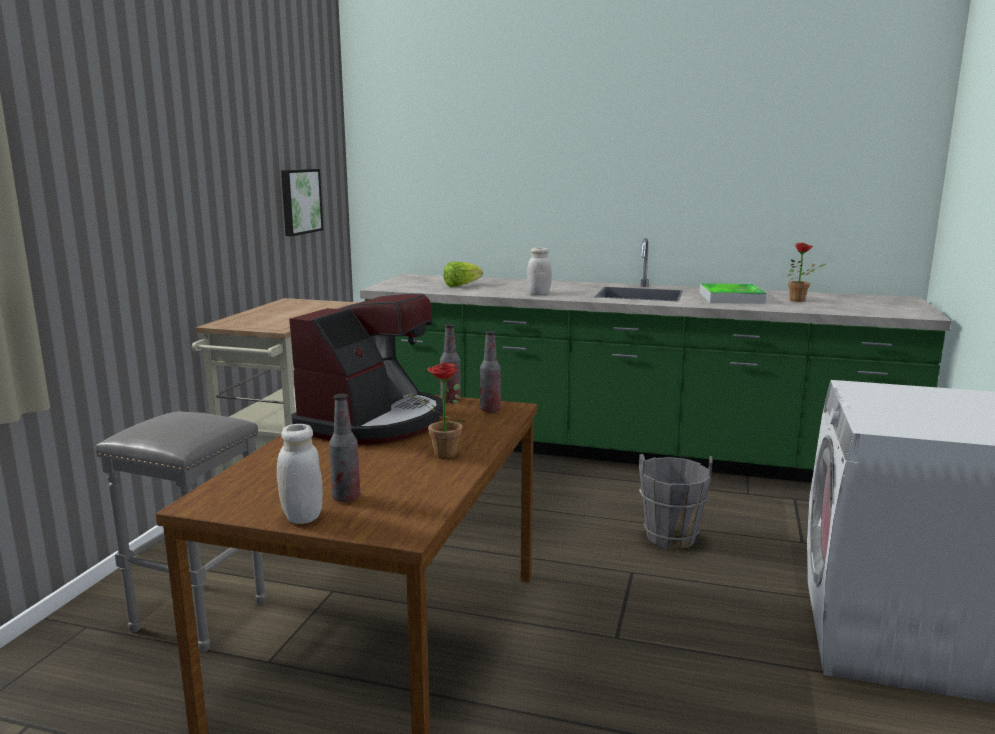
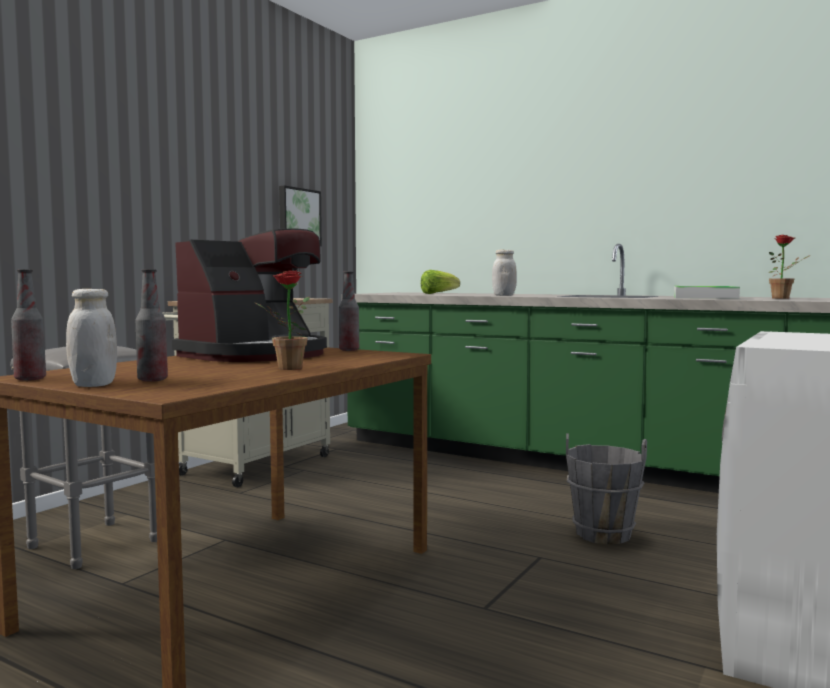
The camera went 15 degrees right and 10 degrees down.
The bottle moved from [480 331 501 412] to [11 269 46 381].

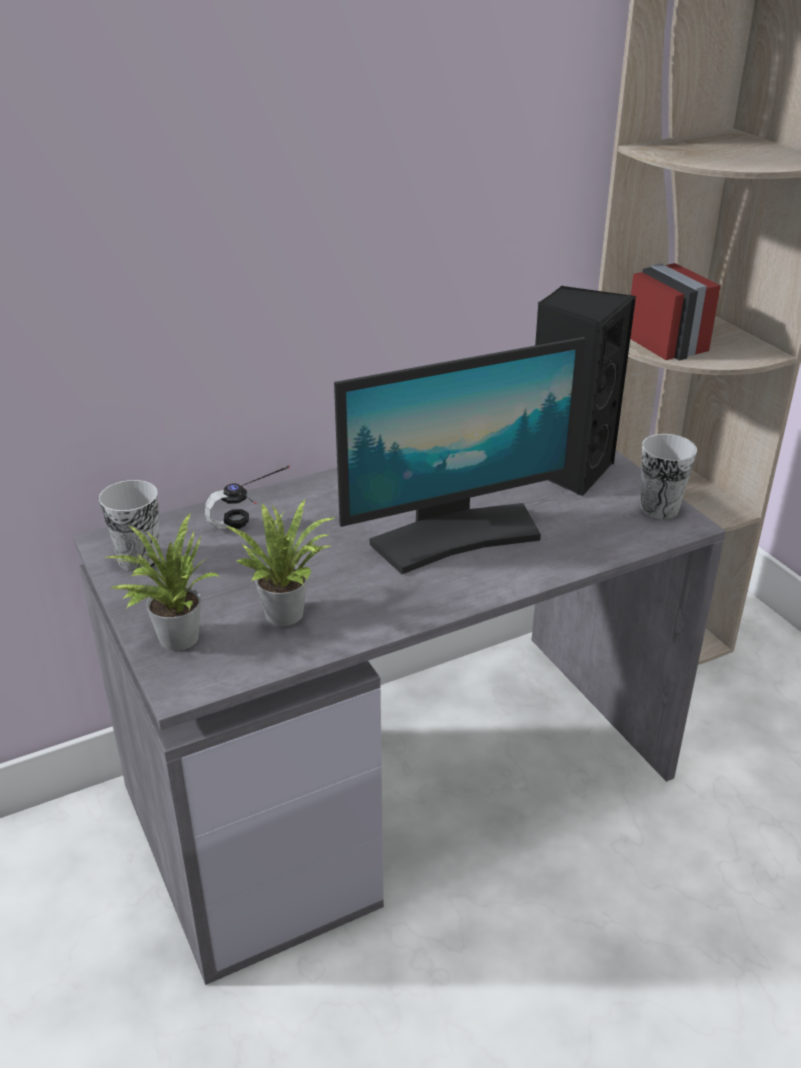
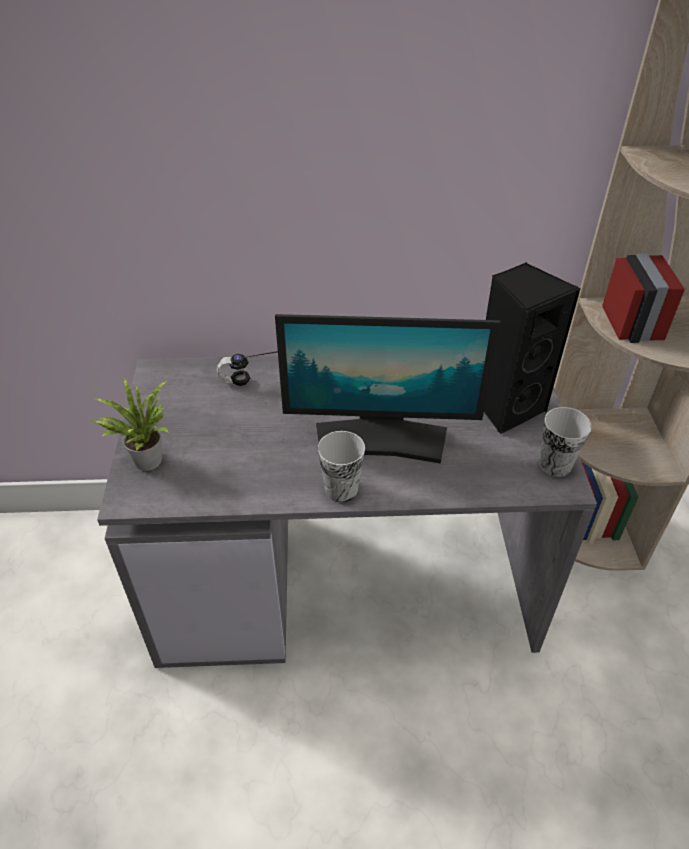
The camera went 25 degrees right and 10 degrees up.
The cup moved from [99 480 160 571] to [318 431 365 502].
The potted plant at [225 498 337 626] disappeared.

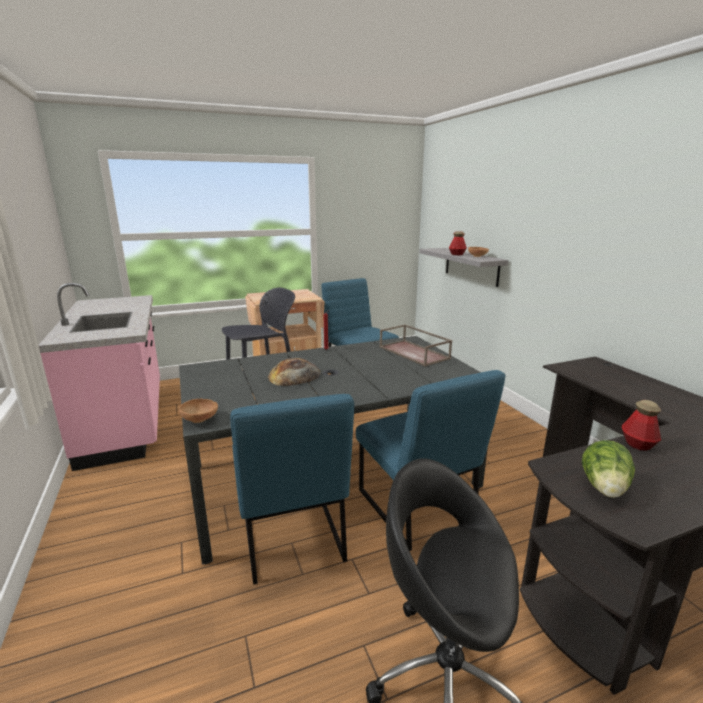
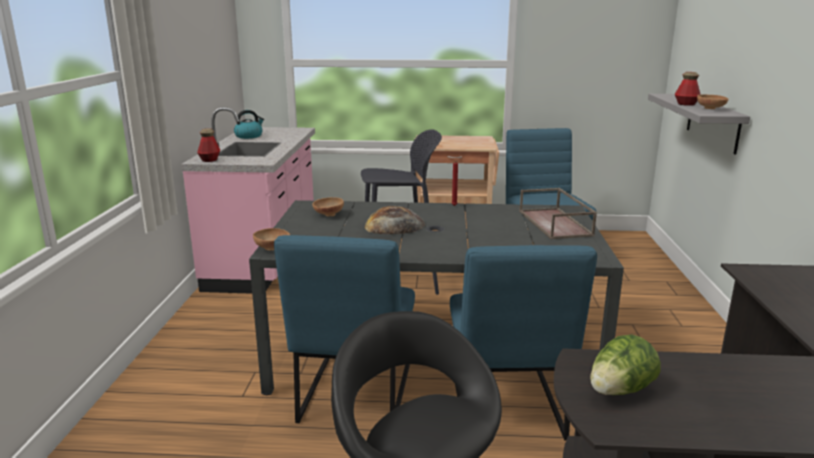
The camera went 25 degrees right and 0 degrees up.
The bottle moved from [622 400 661 451] to [197 128 220 162].
The kettle at [234 110 264 139] appeared.
The bowl in brown at [312 197 344 216] appeared.

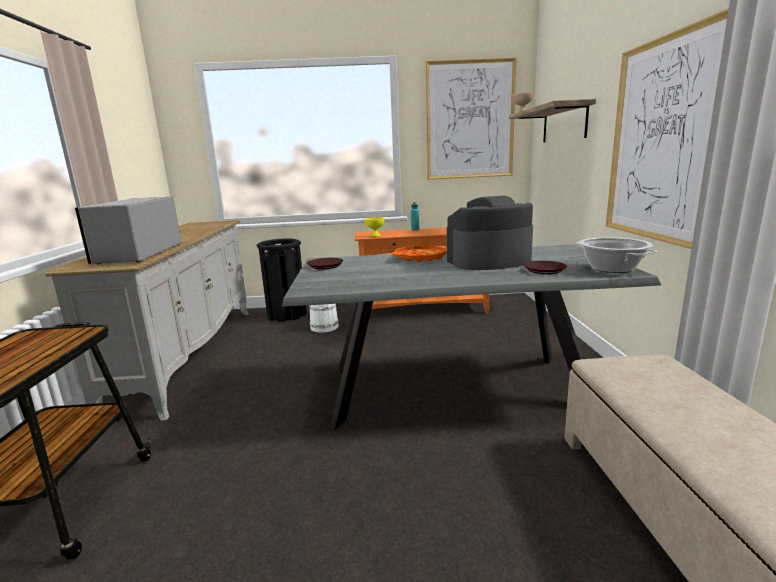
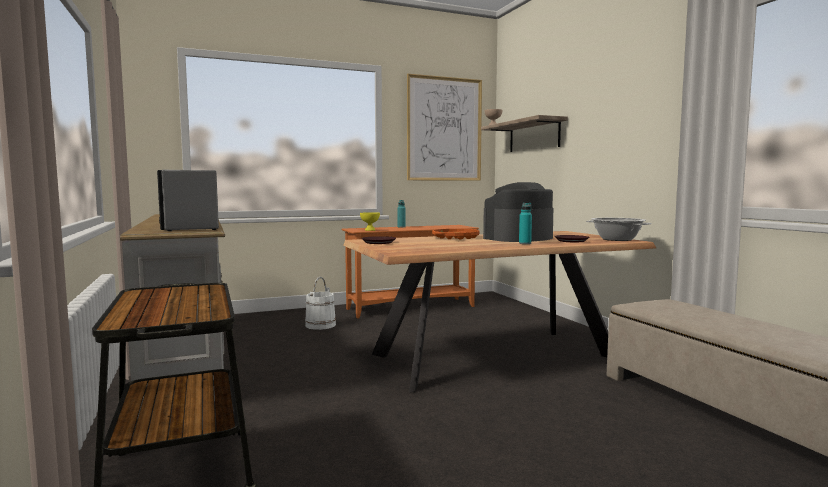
The camera went 20 degrees left and 10 degrees down.
The trash can in black at [257 238 307 322] disappeared.
The dining table in grey at [282 244 661 430] became the dining table in brown at [343 231 656 393].
The picture at [606 8 729 249] disappeared.
The bottle in turquoise at [519 203 532 244] appeared.

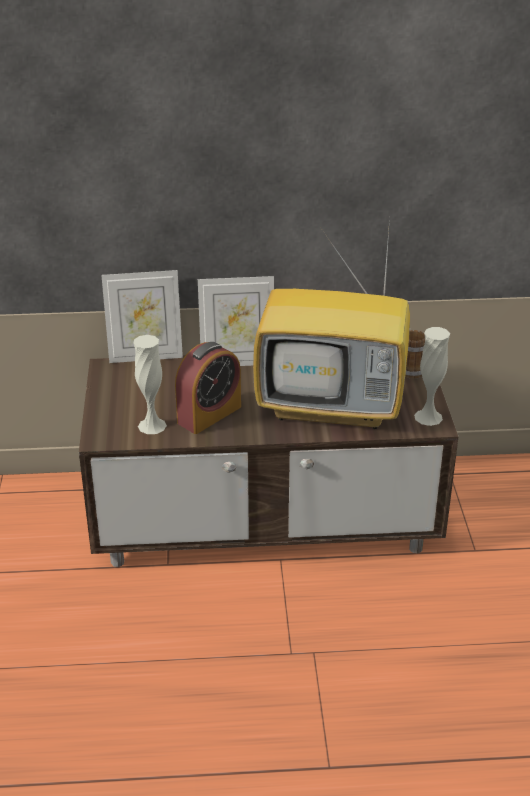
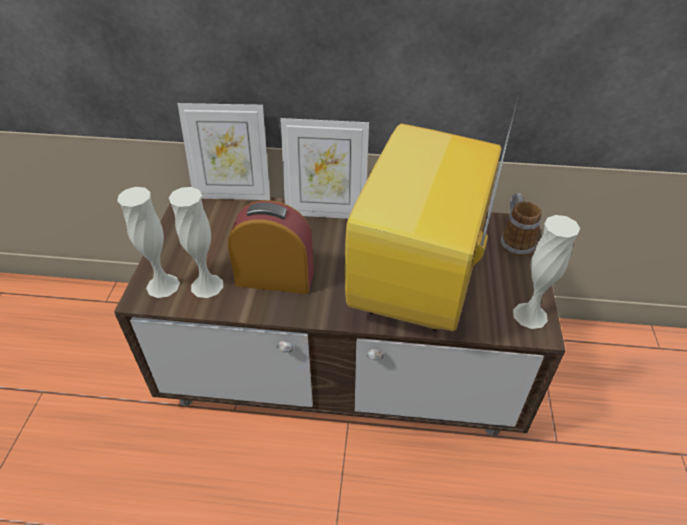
The camera went 10 degrees right and 10 degrees up.
The alarm clock at [175 342 241 434] turned 135 degrees counterclockwise.
The television at [253 218 410 429] turned 90 degrees clockwise.
The vase in white at [117 187 180 298] appeared.

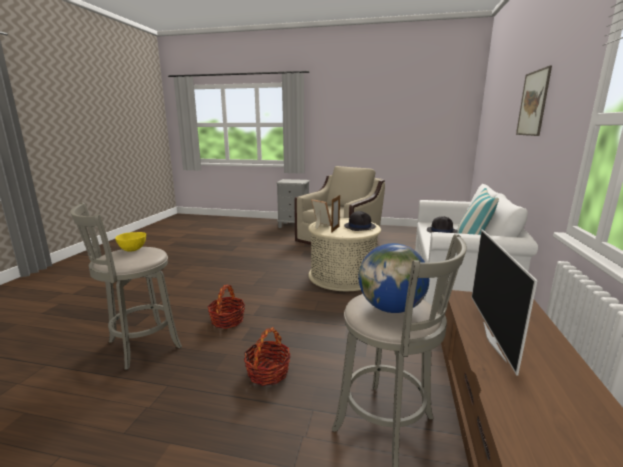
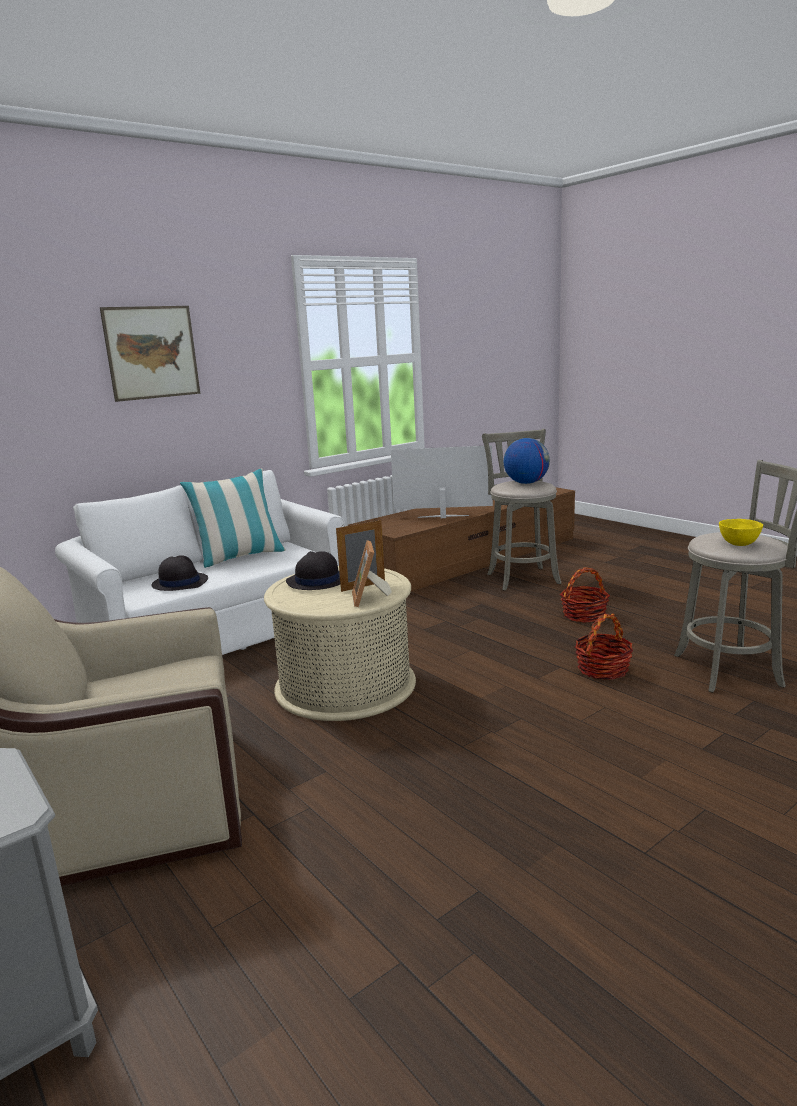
The camera went 140 degrees left and 0 degrees up.
The television at [471 229 537 376] turned 135 degrees counterclockwise.

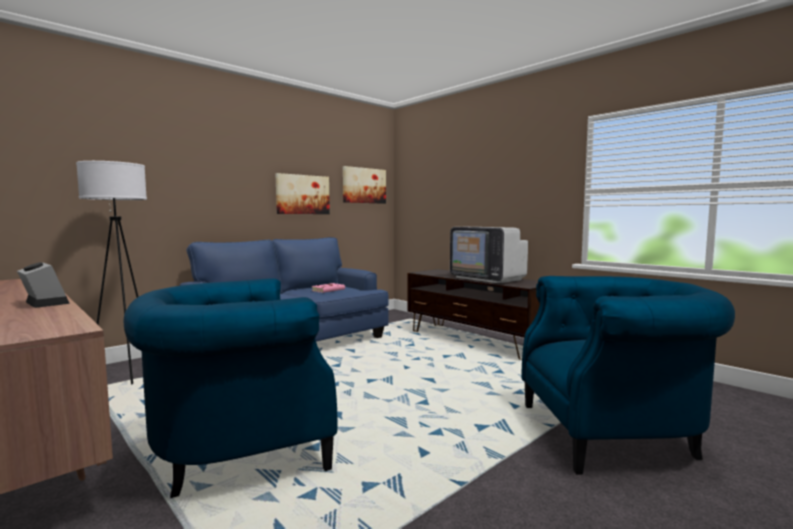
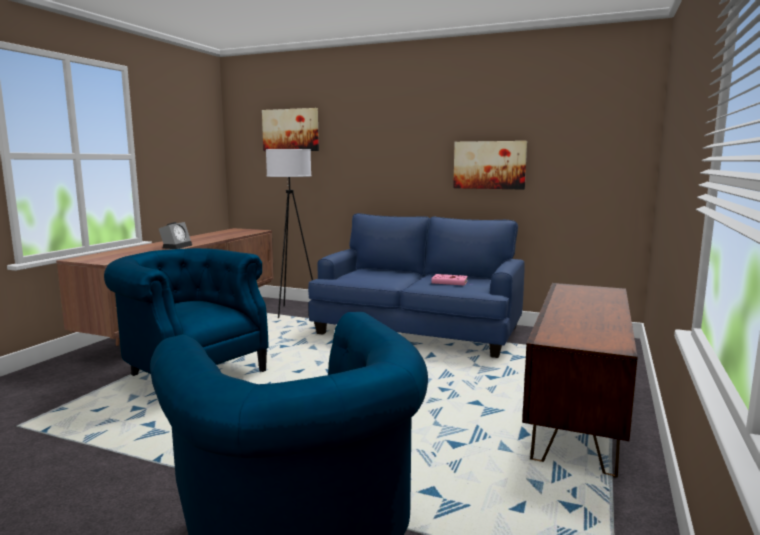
The camera went 65 degrees right and 5 degrees up.
The picture moved from [343 166 386 204] to [262 108 319 151].
The television at [450 227 528 283] disappeared.

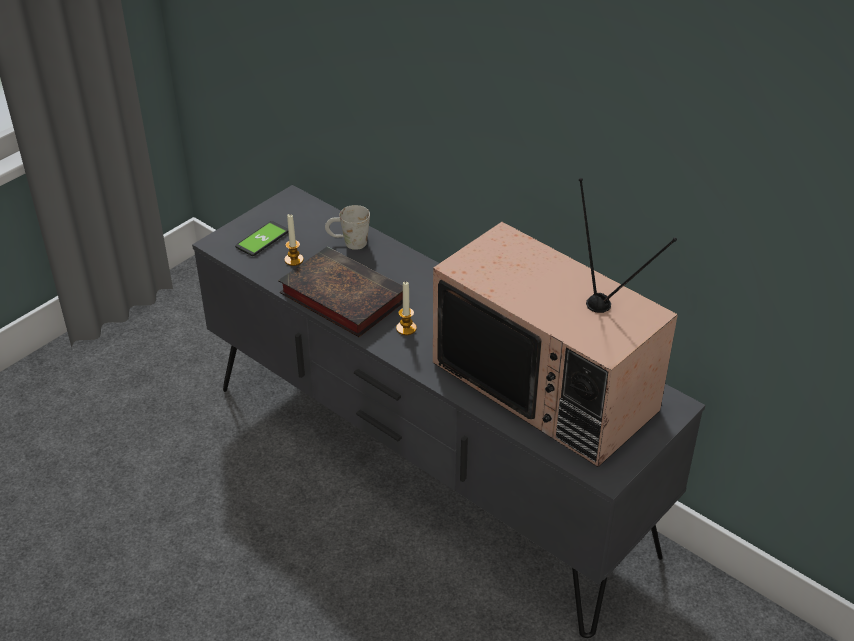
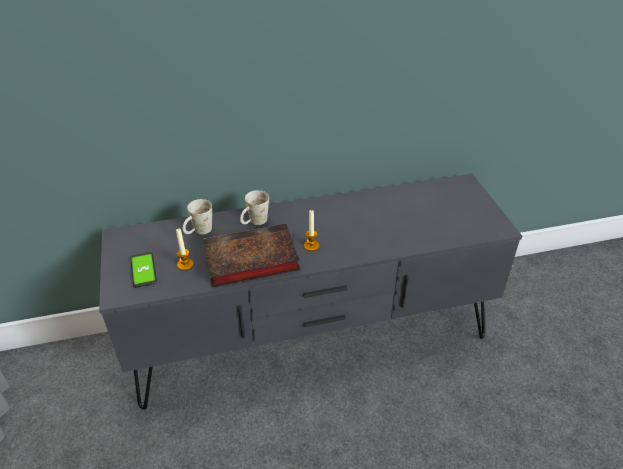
The camera went 55 degrees left and 0 degrees up.
The television at [433 178 678 467] disappeared.
The mug in white at [240 190 269 225] appeared.

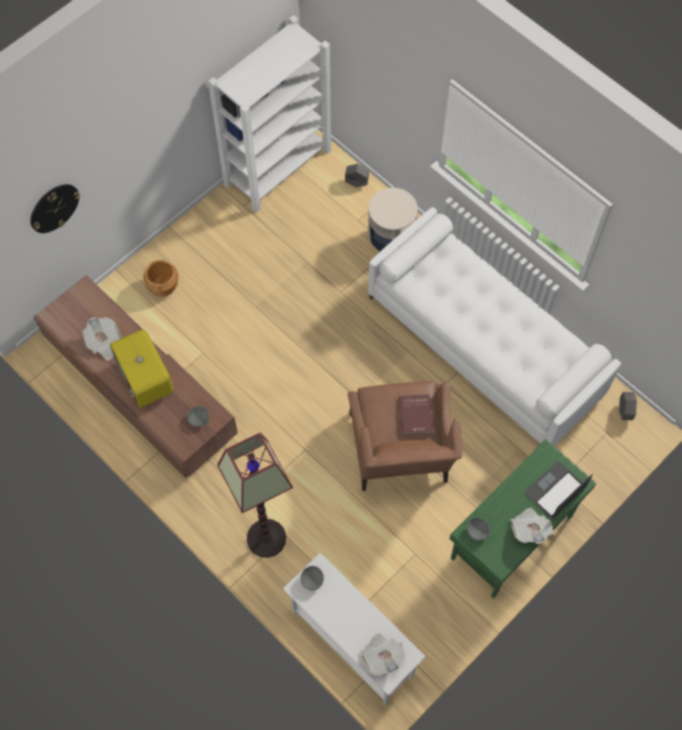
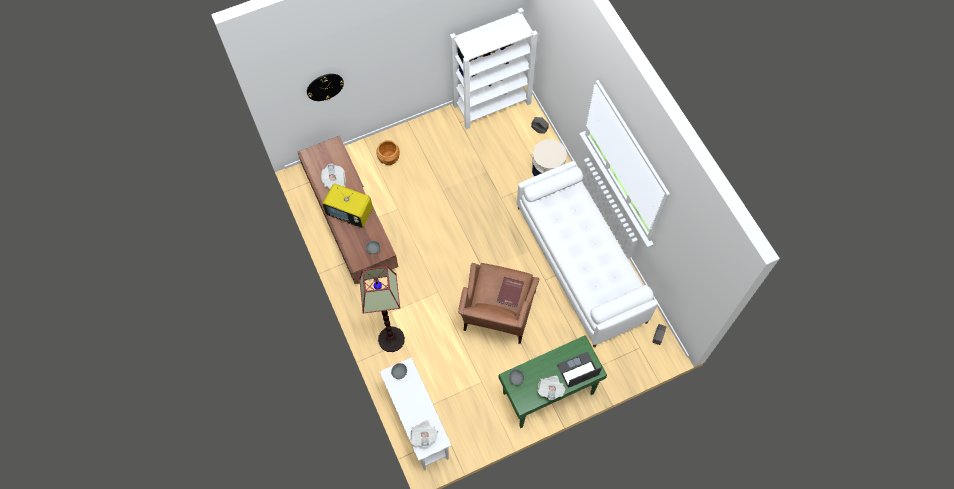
The camera went 20 degrees right and 0 degrees up.
The television at [110 330 173 408] turned 60 degrees counterclockwise.

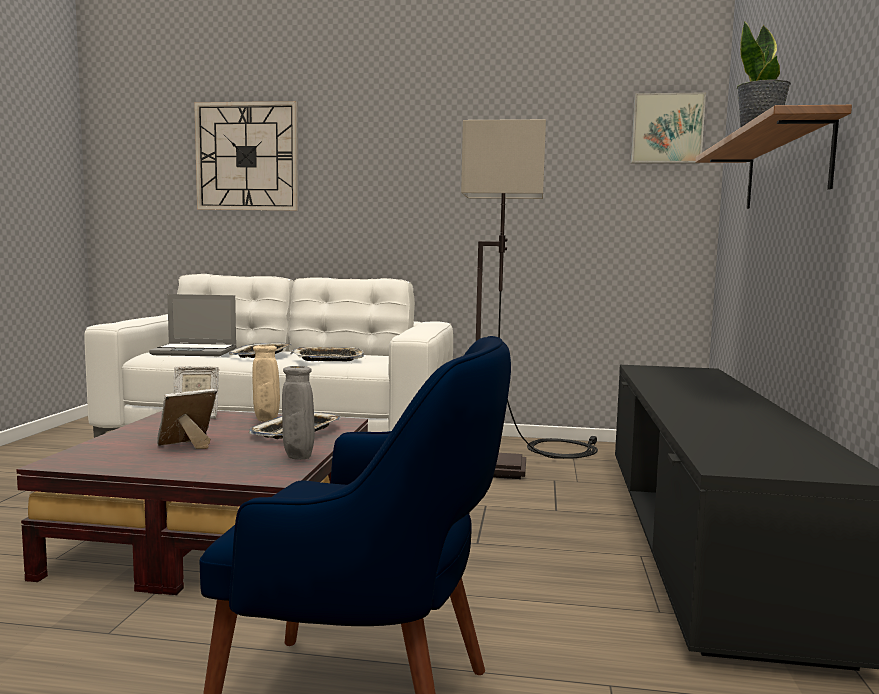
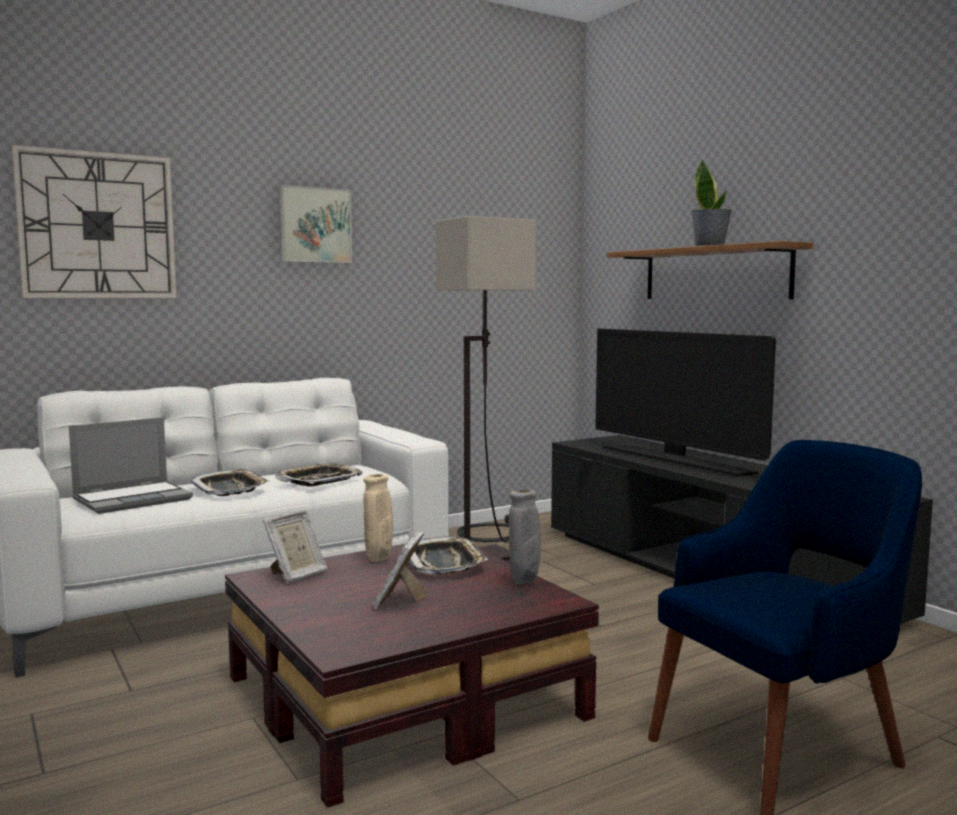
The camera went 40 degrees left and 0 degrees up.
The picture moved from [631 92 706 164] to [277 185 352 263].
The television at [595 329 776 476] appeared.

